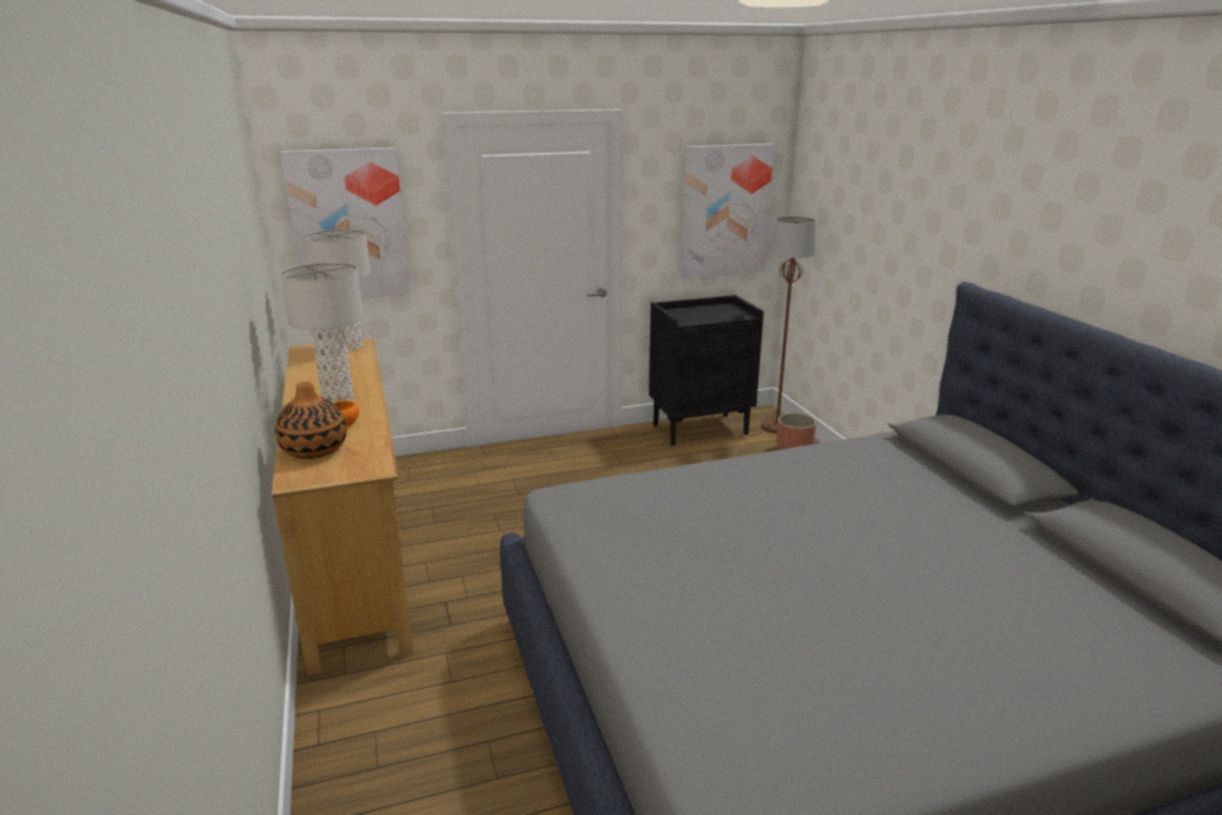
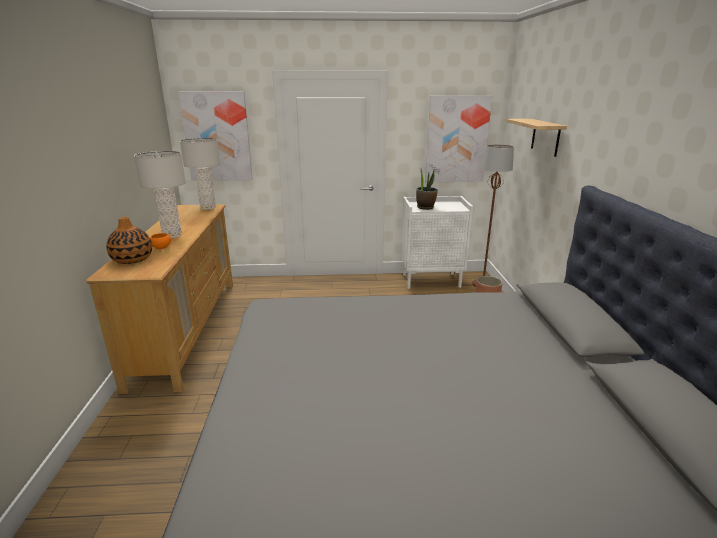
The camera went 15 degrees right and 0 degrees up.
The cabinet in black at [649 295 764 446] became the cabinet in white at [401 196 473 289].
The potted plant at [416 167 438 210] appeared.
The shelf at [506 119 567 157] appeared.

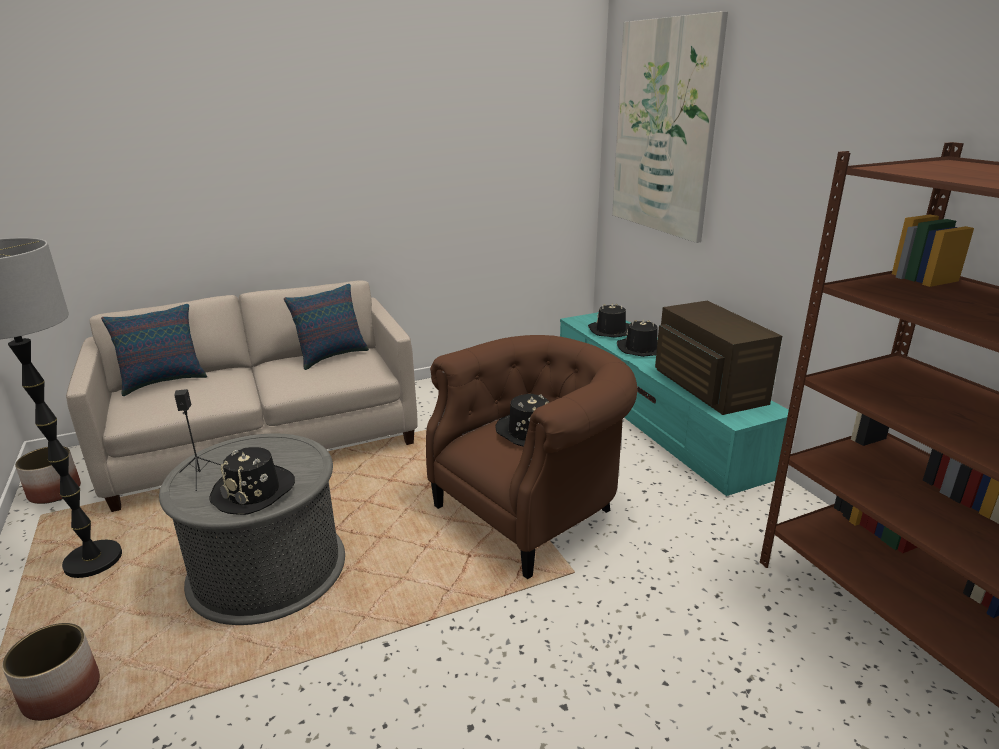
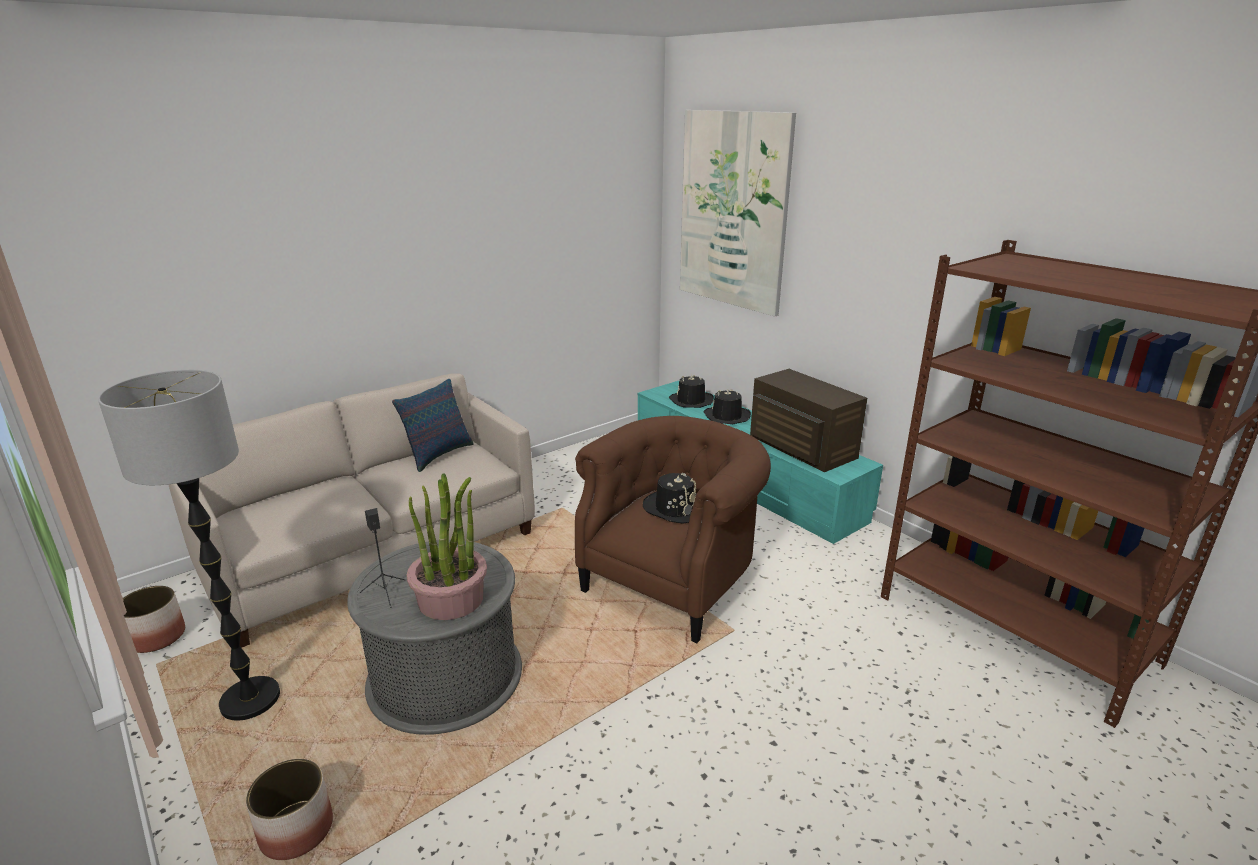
The camera went 15 degrees left and 0 degrees up.
The pillow in blue at [101 304 207 396] disappeared.
The hat in black at [210 447 295 515] was replaced by the potted plant at [407 473 487 620].

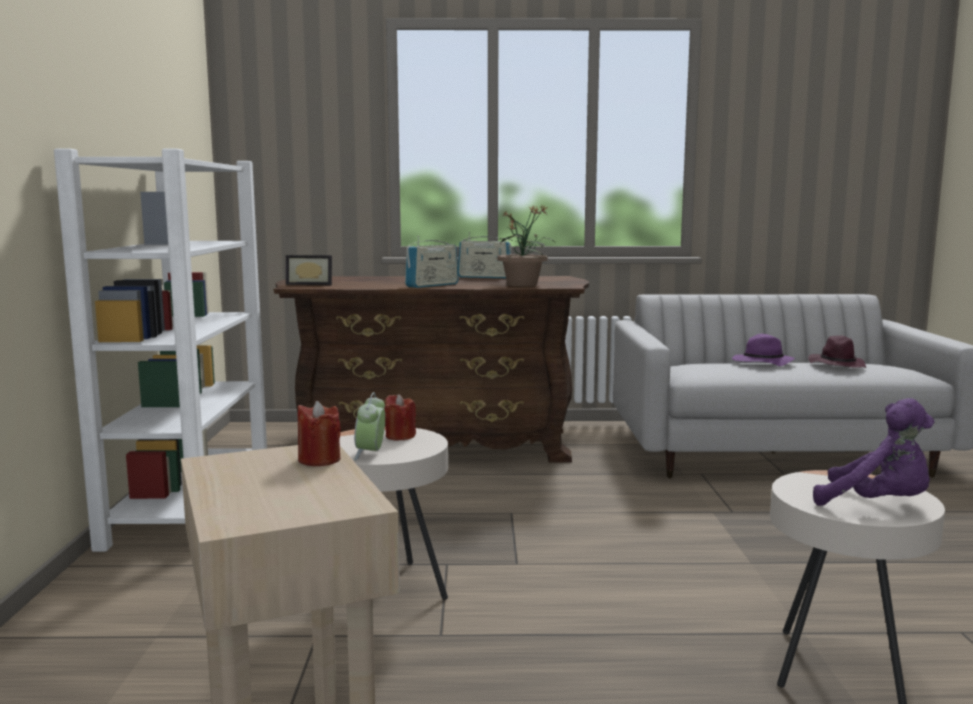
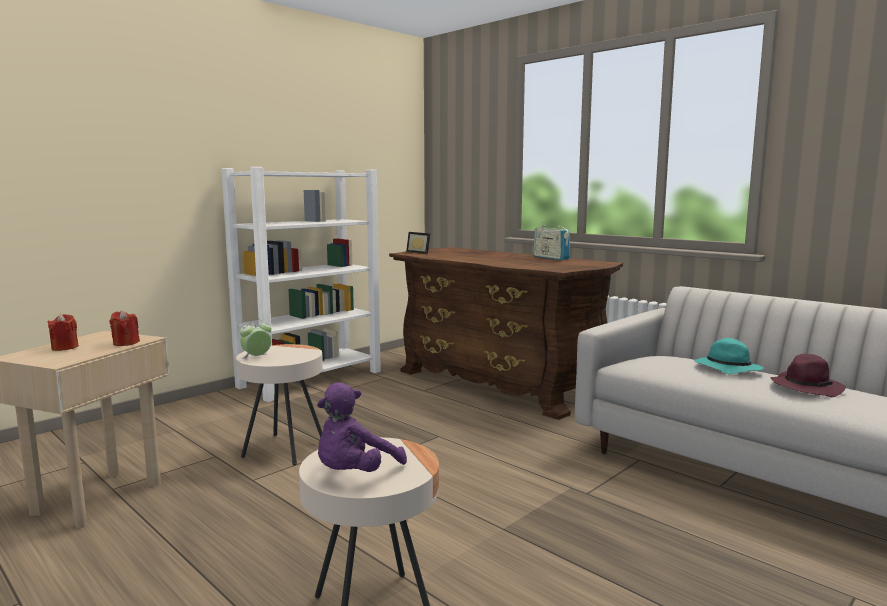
The camera went 45 degrees right and 0 degrees up.
The candle in red moved from [385 394 416 440] to [47 314 79 351].
The radio at [405 236 459 288] disappeared.
The potted plant at [497 206 555 286] disappeared.
The hat in purple at [732 334 795 366] became the hat in turquoise at [695 338 764 374].
The plush toy in purple at [813 398 934 506] turned 45 degrees clockwise.

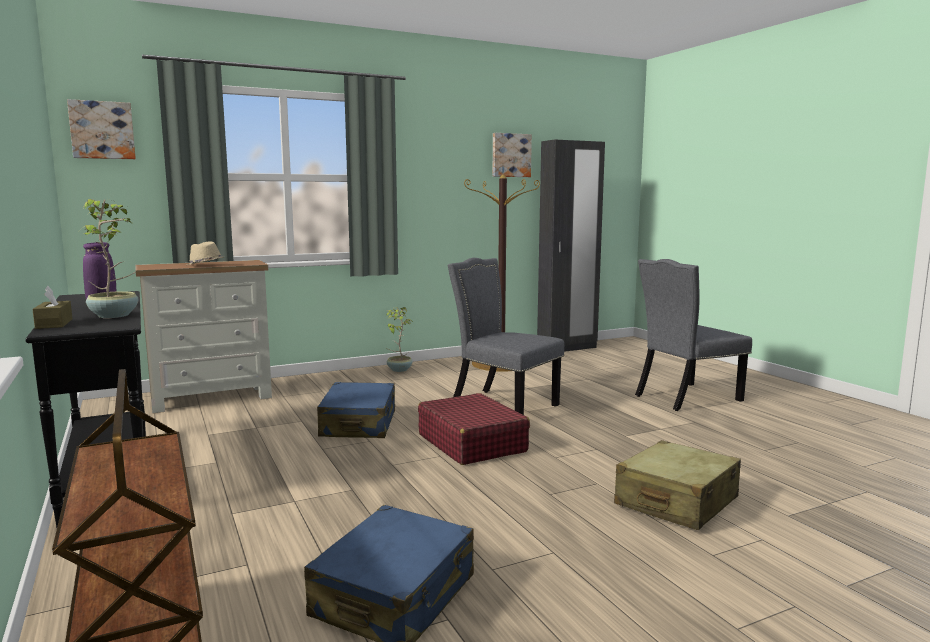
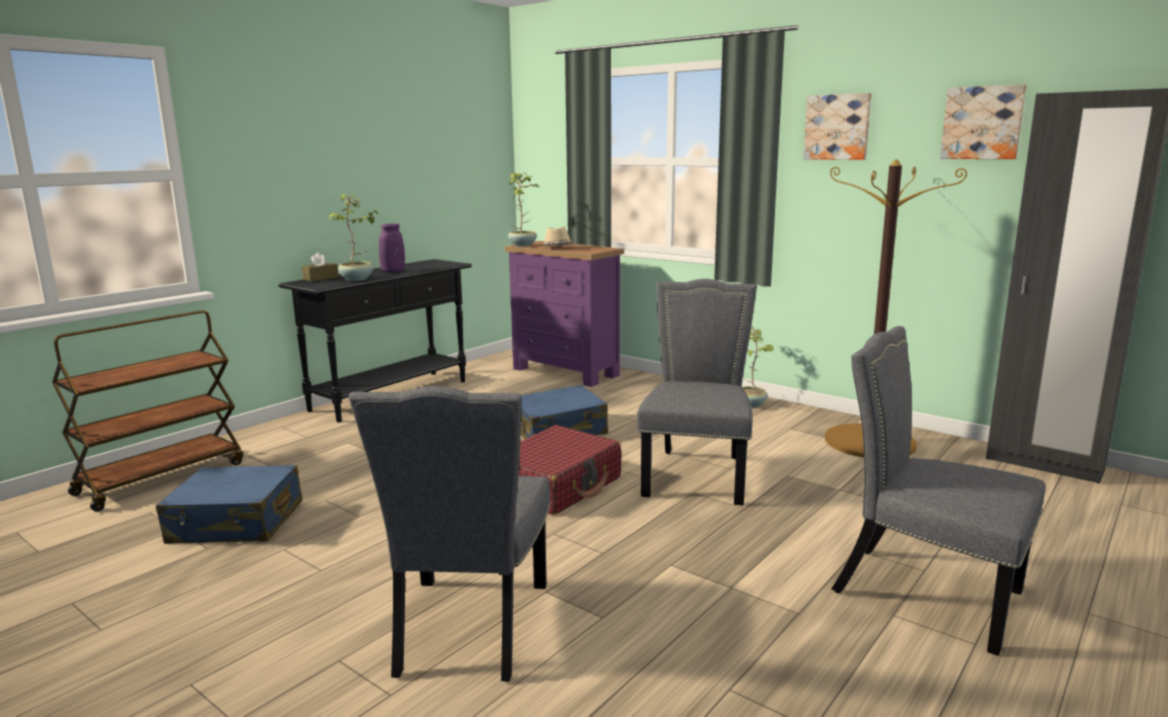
The camera went 65 degrees right and 5 degrees up.
The picture moved from [67 99 136 159] to [803 93 872 160].
The dresser in white at [135 260 272 414] became the dresser in purple at [505 241 624 387].
The suitcase in beige at [614 440 741 530] was replaced by the chair in grey at [349 386 551 682].
The potted plant at [508 172 540 247] appeared.

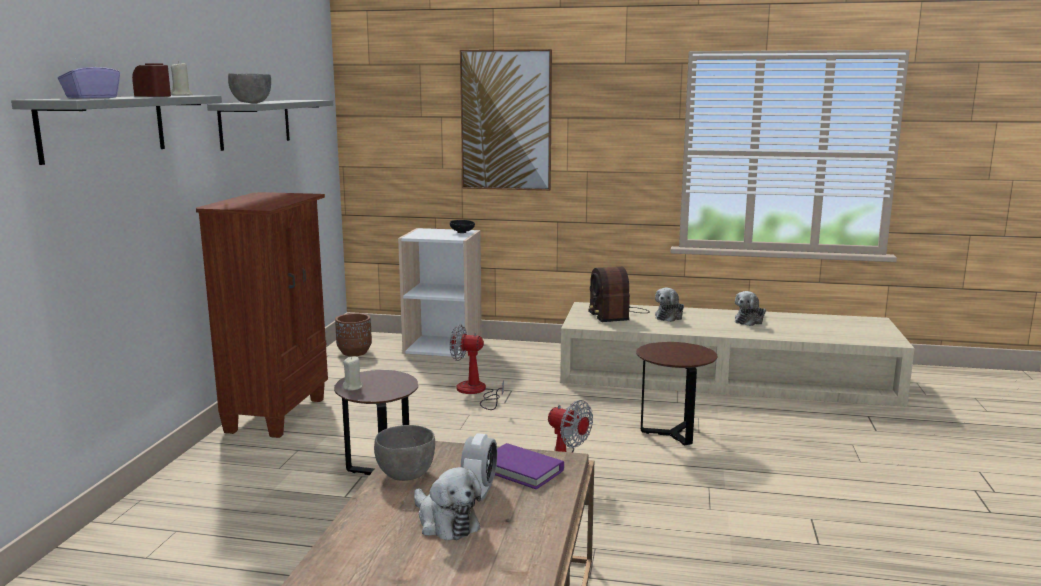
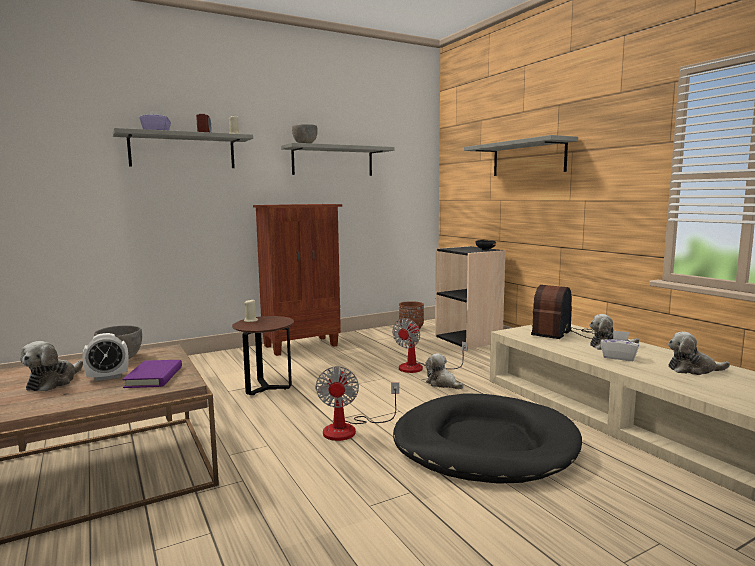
The camera went 50 degrees right and 5 degrees down.
The bookcase in white at [398 228 482 358] became the bookcase in black at [435 246 505 349].
The fan at [450 324 504 410] turned 120 degrees counterclockwise.
The picture at [460 49 552 191] was replaced by the shelf in grey at [464 135 578 176].
The side table in brown at [636 342 717 445] was replaced by the dog bed in black at [393 394 582 484].
The plush toy at [425 353 464 389] appeared.
The tissue box in white at [600 330 639 361] appeared.

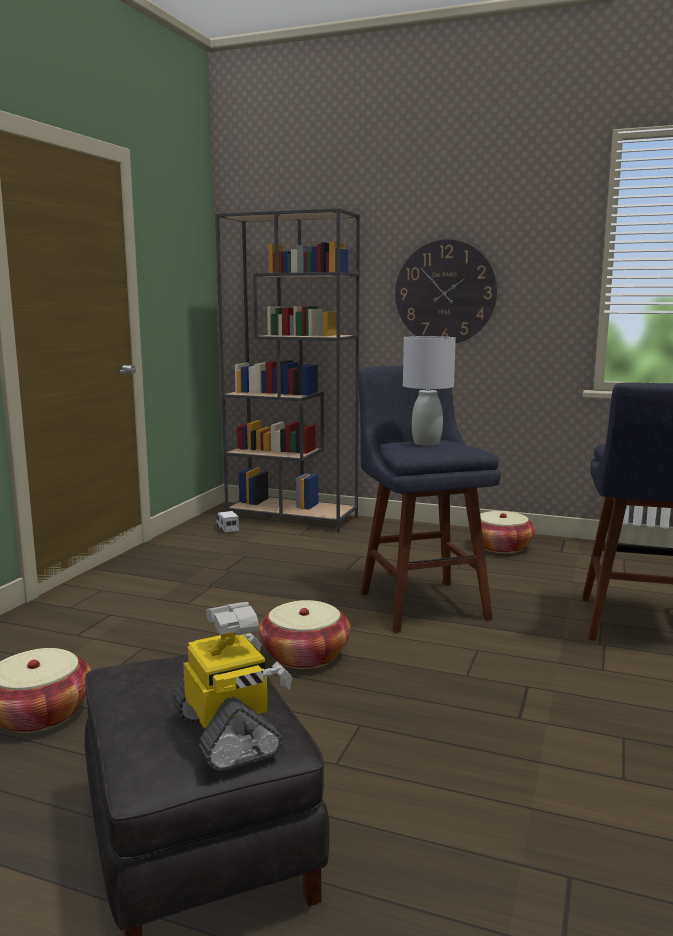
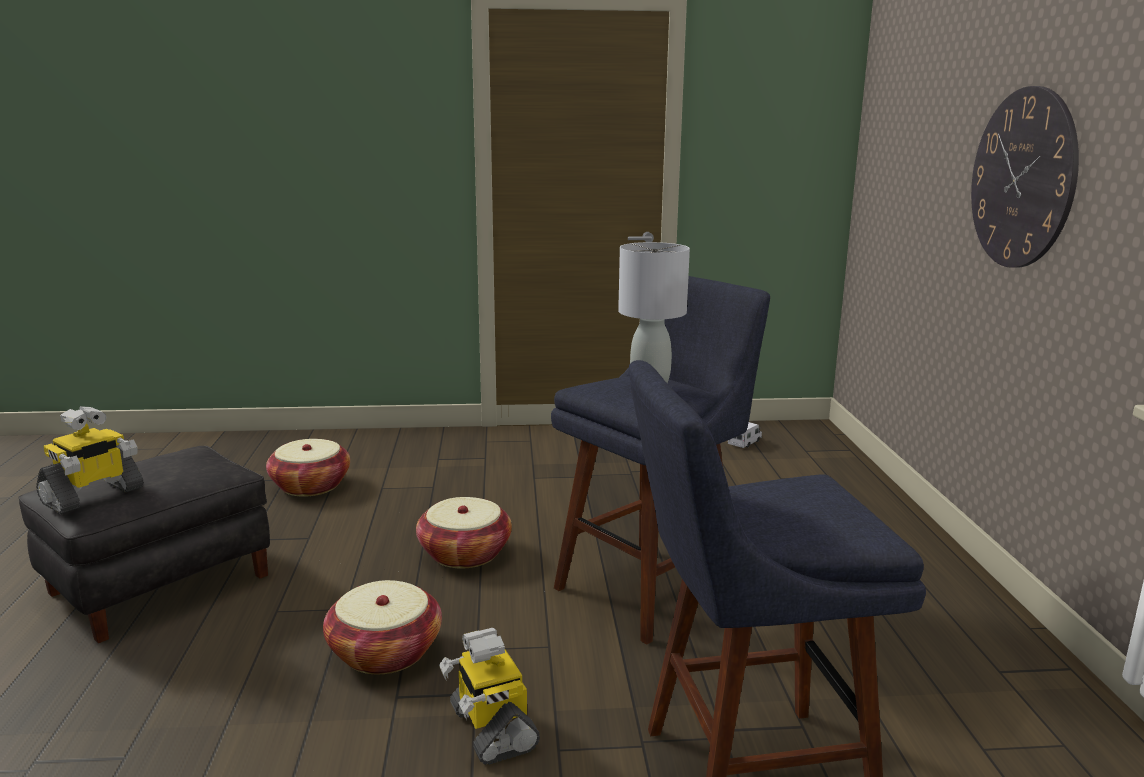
The camera went 65 degrees right and 5 degrees up.
The bookcase at [215 208 360 532] disappeared.
The basket moved from [480 511 535 554] to [323 580 442 674].
The toy robot at [439 628 540 765] appeared.

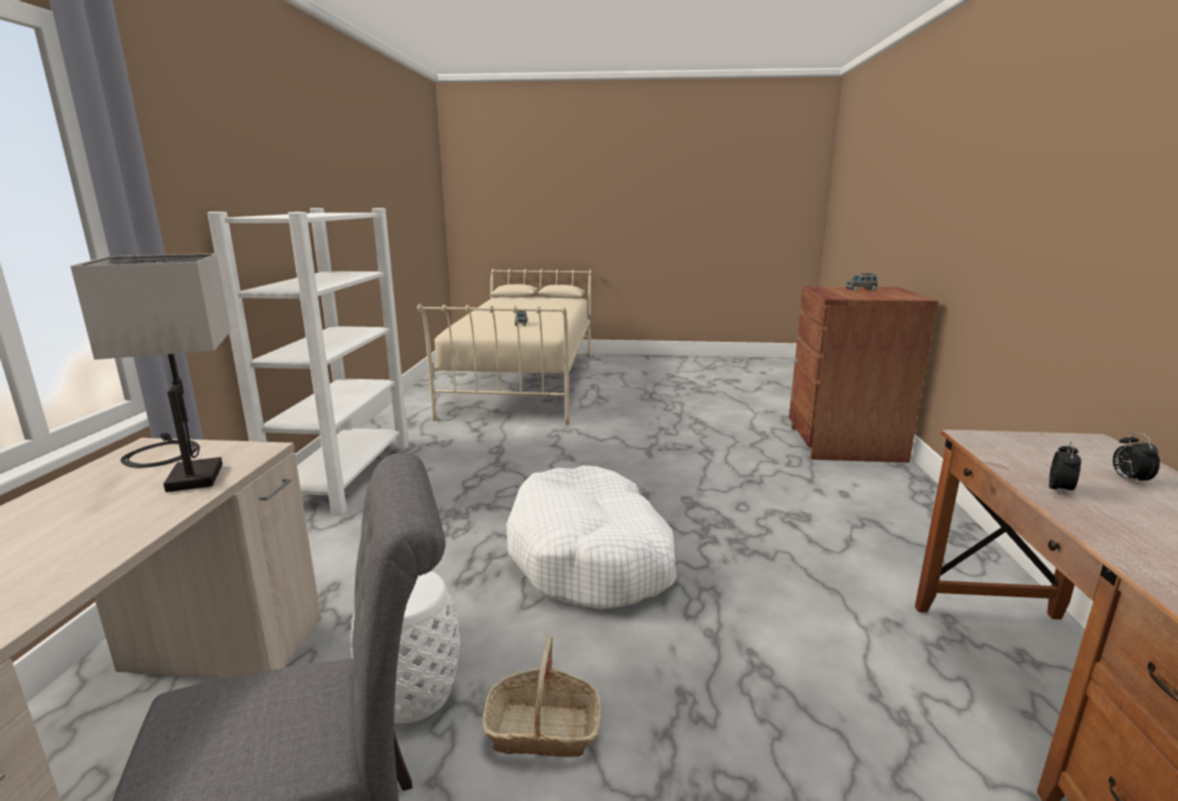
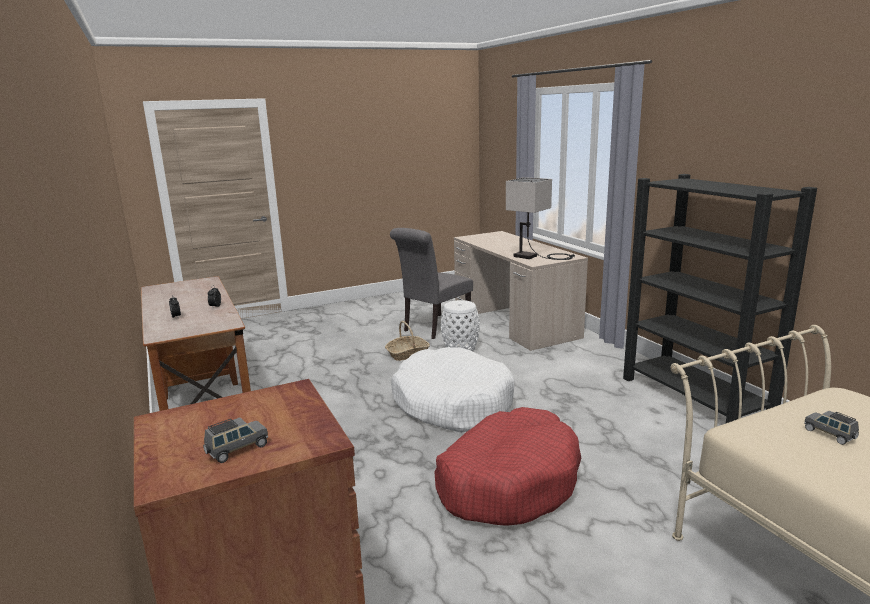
The camera went 150 degrees right and 0 degrees up.
The bookcase in white at [208 208 408 516] became the bookcase in black at [623 174 817 423].
The dog bed in red at [434 407 581 526] appeared.

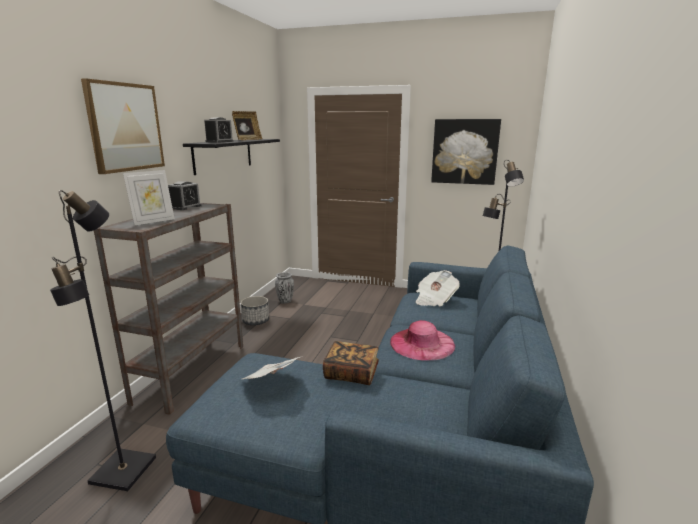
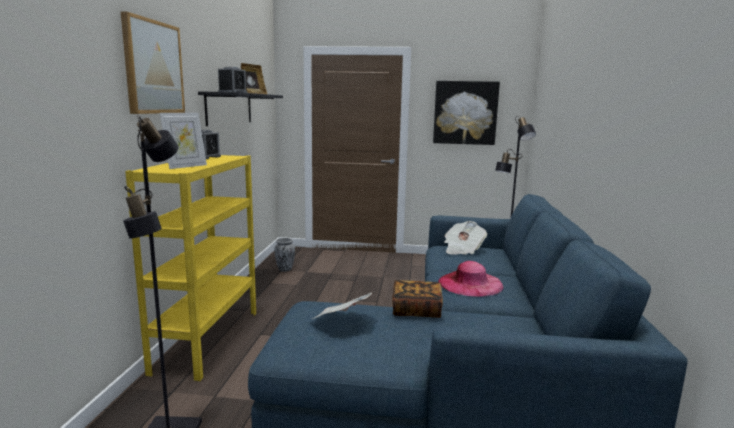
The camera went 10 degrees left and 5 degrees down.
The bookcase in grey at [94 203 243 415] became the bookcase in yellow at [125 155 256 381].
The planter at [241 296 269 325] disappeared.

